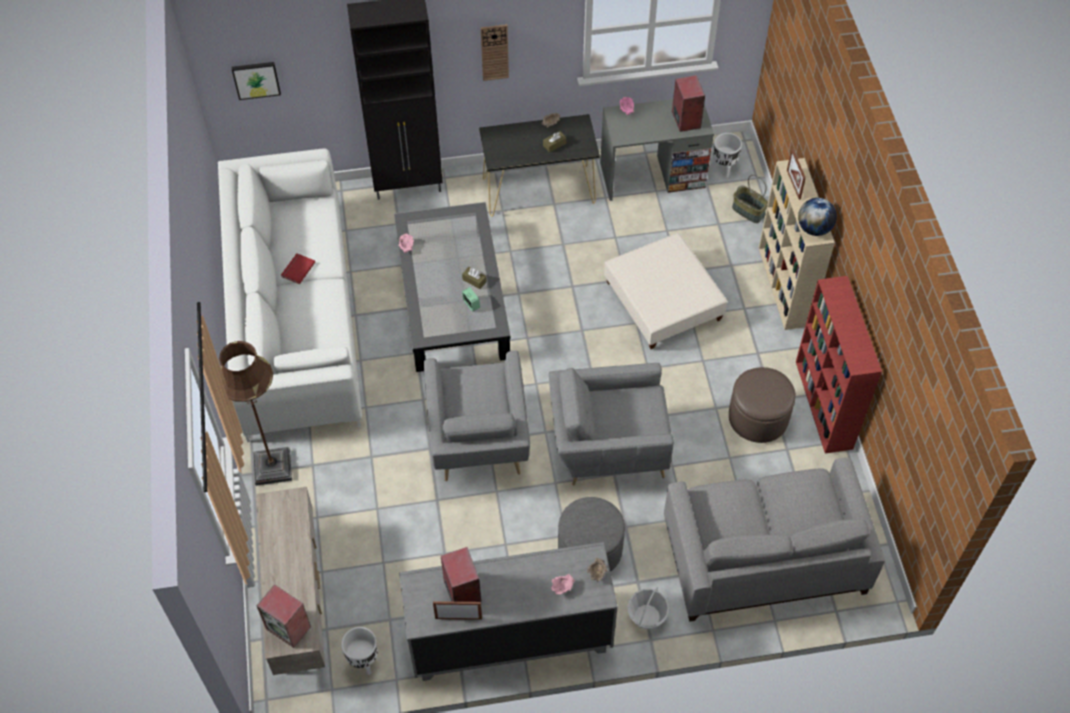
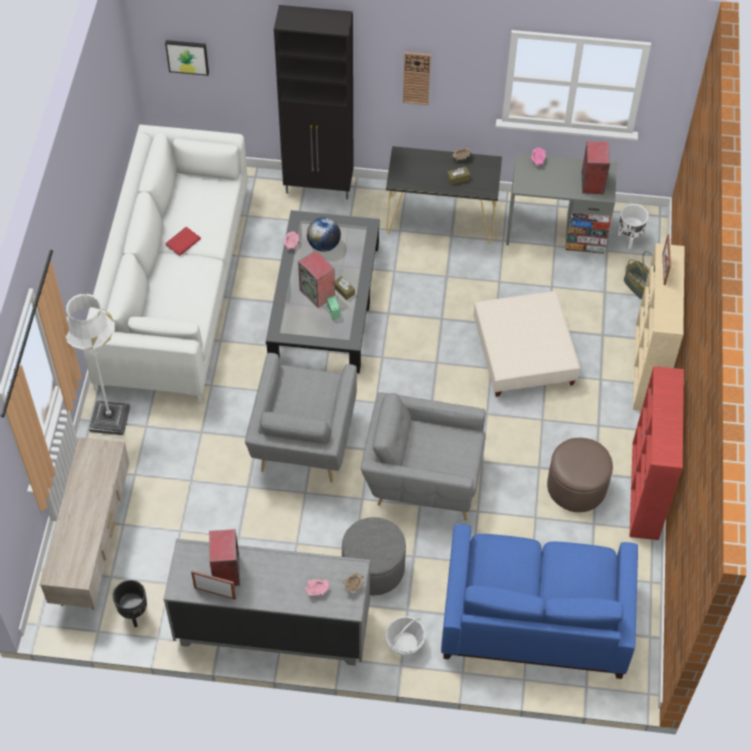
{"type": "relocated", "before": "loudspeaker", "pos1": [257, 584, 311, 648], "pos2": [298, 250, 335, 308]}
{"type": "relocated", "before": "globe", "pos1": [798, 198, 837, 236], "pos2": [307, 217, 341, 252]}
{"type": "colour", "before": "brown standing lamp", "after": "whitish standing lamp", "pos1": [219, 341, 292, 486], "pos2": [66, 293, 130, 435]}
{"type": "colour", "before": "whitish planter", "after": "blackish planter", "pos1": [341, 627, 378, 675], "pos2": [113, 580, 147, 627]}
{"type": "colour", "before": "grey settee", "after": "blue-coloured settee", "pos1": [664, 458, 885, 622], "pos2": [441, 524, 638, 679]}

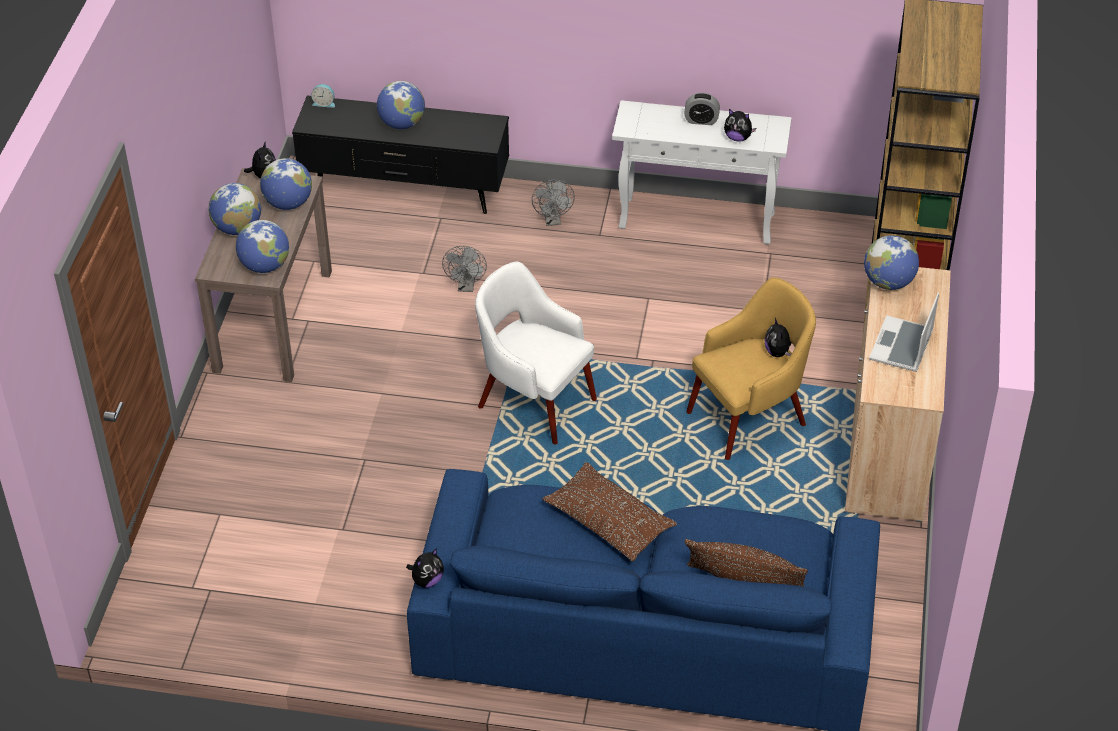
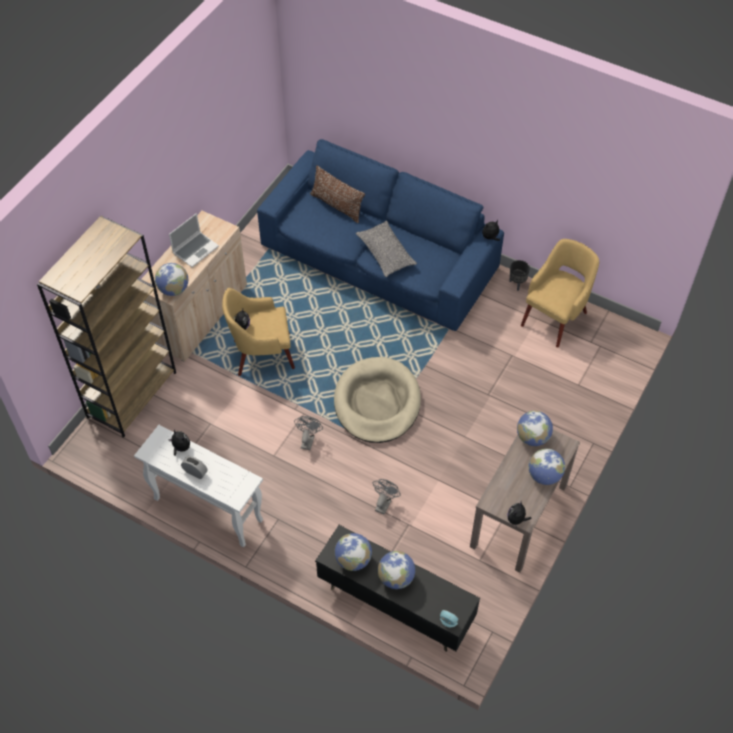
{"type": "appeared", "after": "blackish planter", "pos2": [509, 260, 530, 291]}
{"type": "appeared", "after": "yellow-coloured easy chair", "pos2": [521, 239, 599, 348]}
{"type": "relocated", "before": "globe", "pos1": [260, 158, 312, 210], "pos2": [335, 533, 372, 571]}
{"type": "relocated", "before": "grey cooling fan", "pos1": [532, 180, 575, 226], "pos2": [294, 416, 323, 450]}
{"type": "exchanged", "before": "whitish easy chair", "after": "beige pet bed", "pos1": [475, 262, 597, 444], "pos2": [334, 357, 421, 443]}
{"type": "colour", "before": "brown pillow", "after": "grey pillow", "pos1": [542, 462, 677, 561], "pos2": [356, 221, 417, 277]}

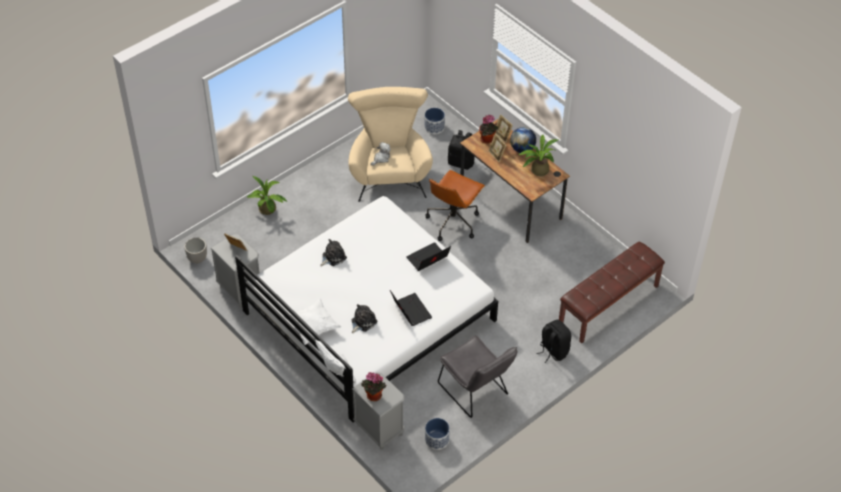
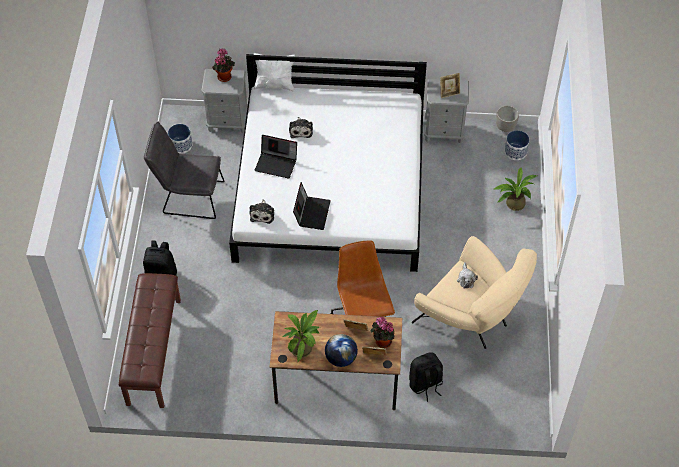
{"type": "missing", "before": "whitish pillow", "pos1": [283, 298, 342, 345]}
{"type": "relocated", "before": "plush toy", "pos1": [320, 239, 347, 267], "pos2": [249, 199, 274, 224]}
{"type": "relocated", "before": "planter", "pos1": [424, 108, 445, 134], "pos2": [505, 130, 529, 160]}

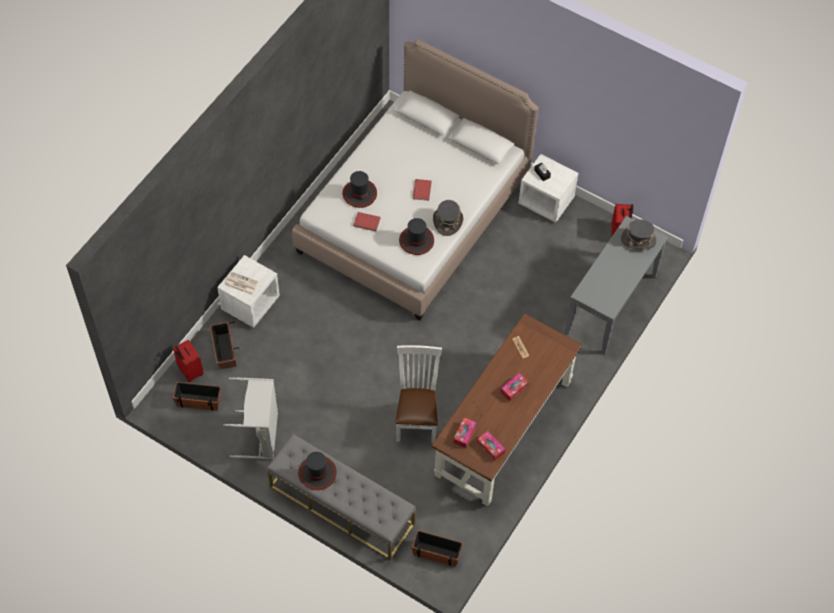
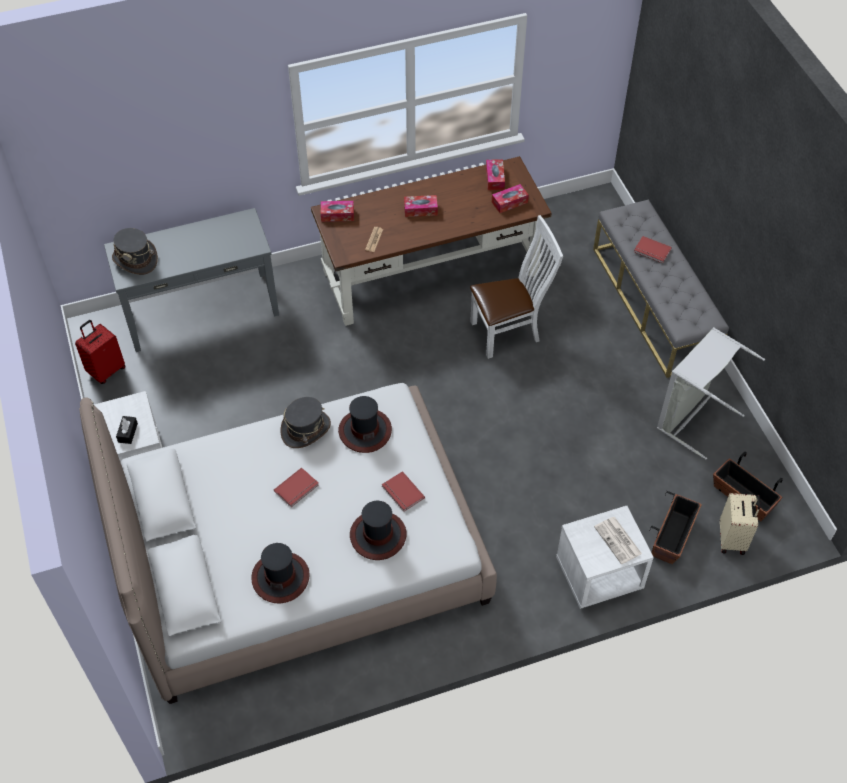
{"type": "missing", "before": "planter", "pos1": [411, 530, 463, 567]}
{"type": "appeared", "after": "tissue holder", "pos2": [321, 201, 354, 222]}
{"type": "appeared", "after": "red bound book", "pos2": [634, 236, 672, 263]}
{"type": "relocated", "before": "wearable hat", "pos1": [298, 452, 336, 490], "pos2": [251, 543, 310, 603]}
{"type": "colour", "before": "red travel case", "after": "beige travel case", "pos1": [173, 340, 204, 382], "pos2": [720, 493, 761, 555]}
{"type": "spun", "before": "whitish plain chair", "pos1": [395, 345, 442, 443], "pos2": [470, 215, 563, 359], "turn": -150}

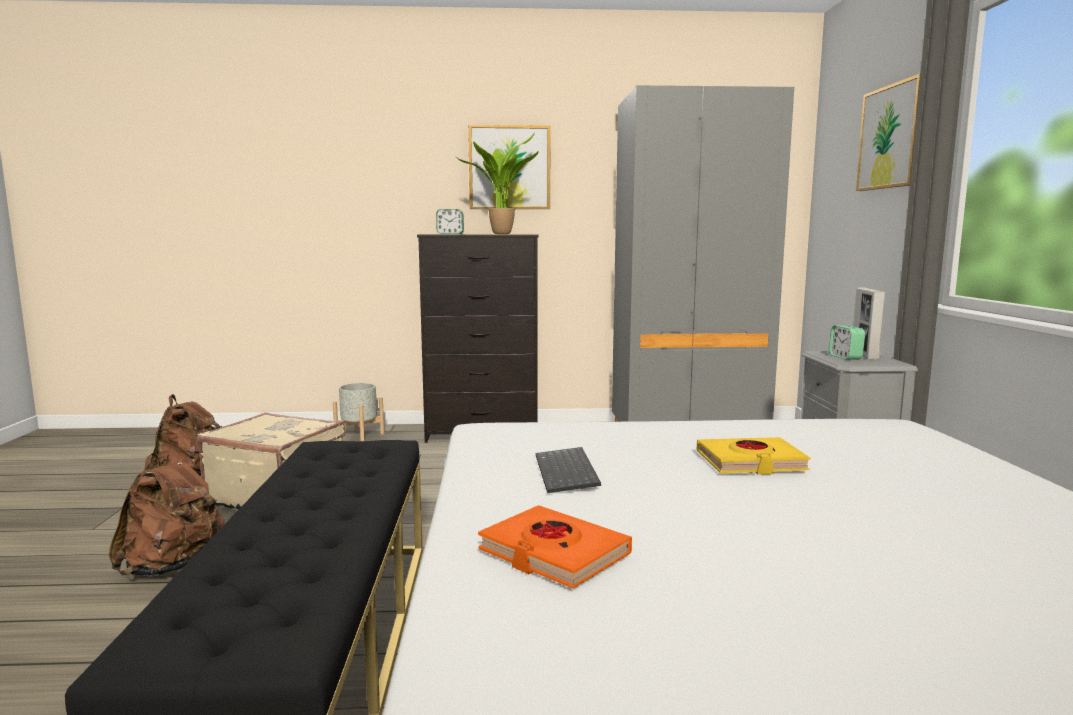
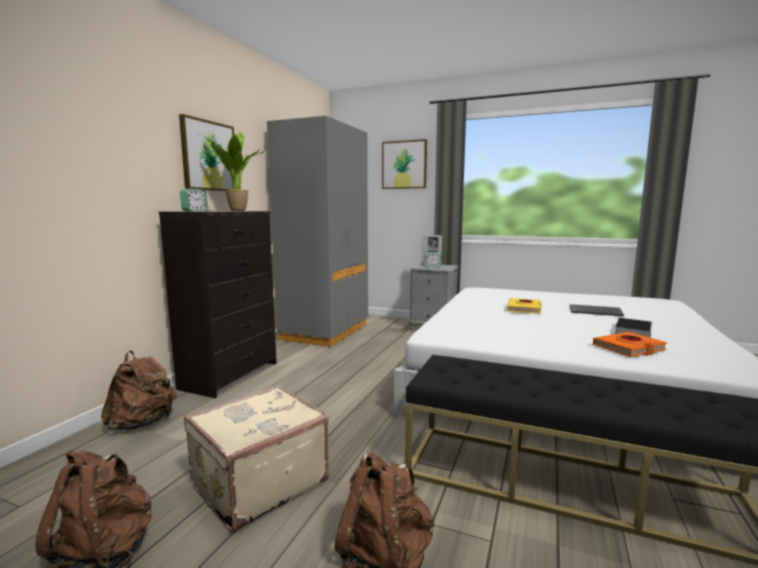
{"type": "appeared", "after": "bound book", "pos2": [615, 318, 652, 338]}
{"type": "relocated", "before": "keyboard", "pos1": [536, 447, 601, 493], "pos2": [570, 304, 624, 316]}
{"type": "exchanged", "before": "grey planter", "after": "brown knapsack", "pos1": [333, 383, 384, 441], "pos2": [101, 351, 177, 430]}

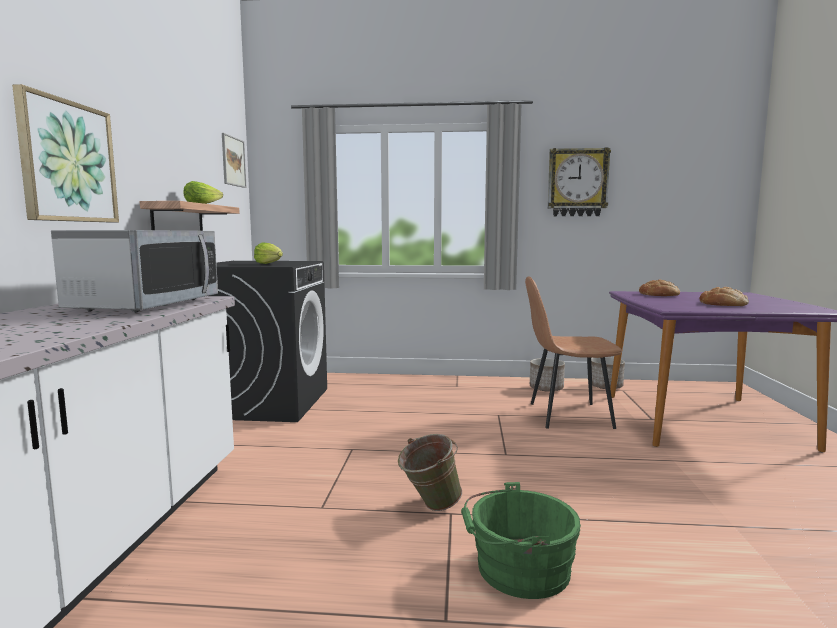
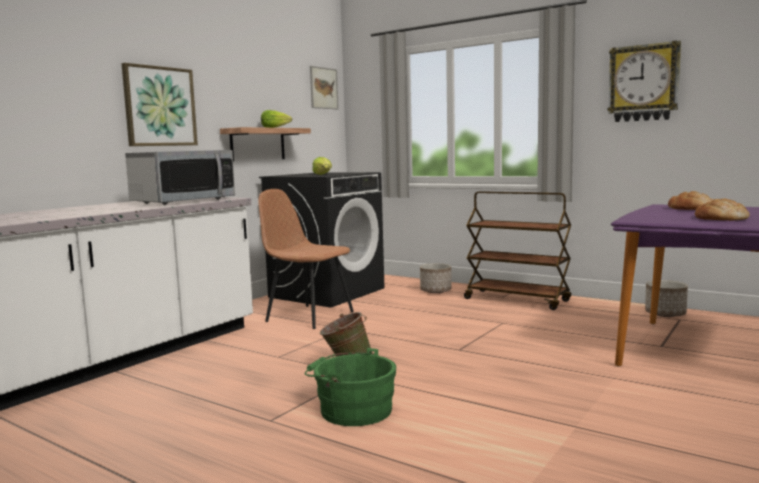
{"type": "appeared", "after": "brown trolley", "pos2": [464, 191, 571, 310]}
{"type": "relocated", "before": "brown plain chair", "pos1": [525, 276, 622, 429], "pos2": [258, 189, 354, 329]}
{"type": "relocated", "before": "planter", "pos1": [530, 358, 565, 392], "pos2": [420, 263, 452, 293]}

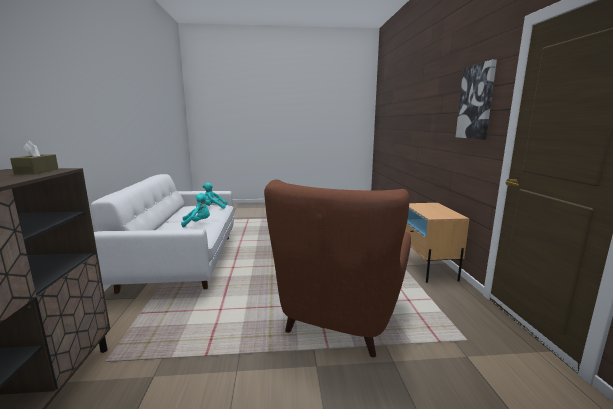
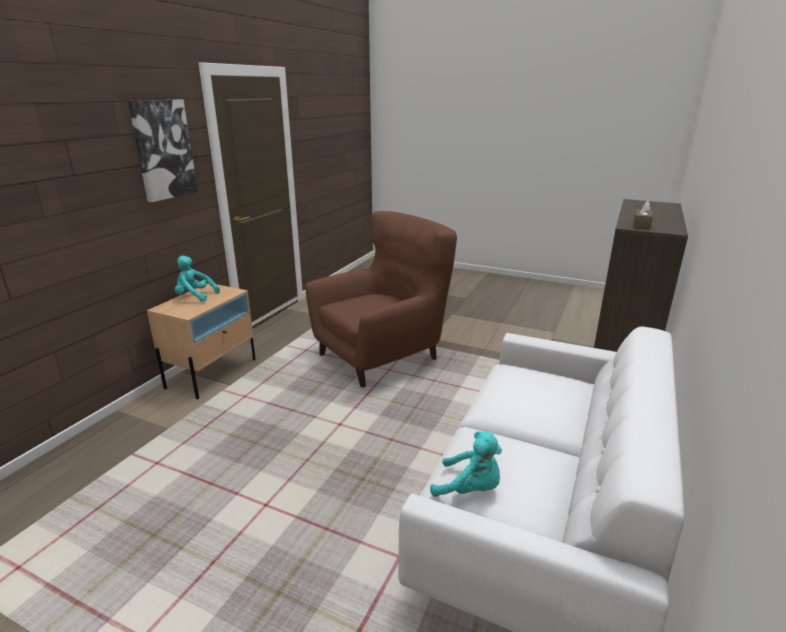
{"type": "relocated", "before": "turquoise plush toy", "pos1": [181, 193, 210, 227], "pos2": [175, 256, 220, 302]}

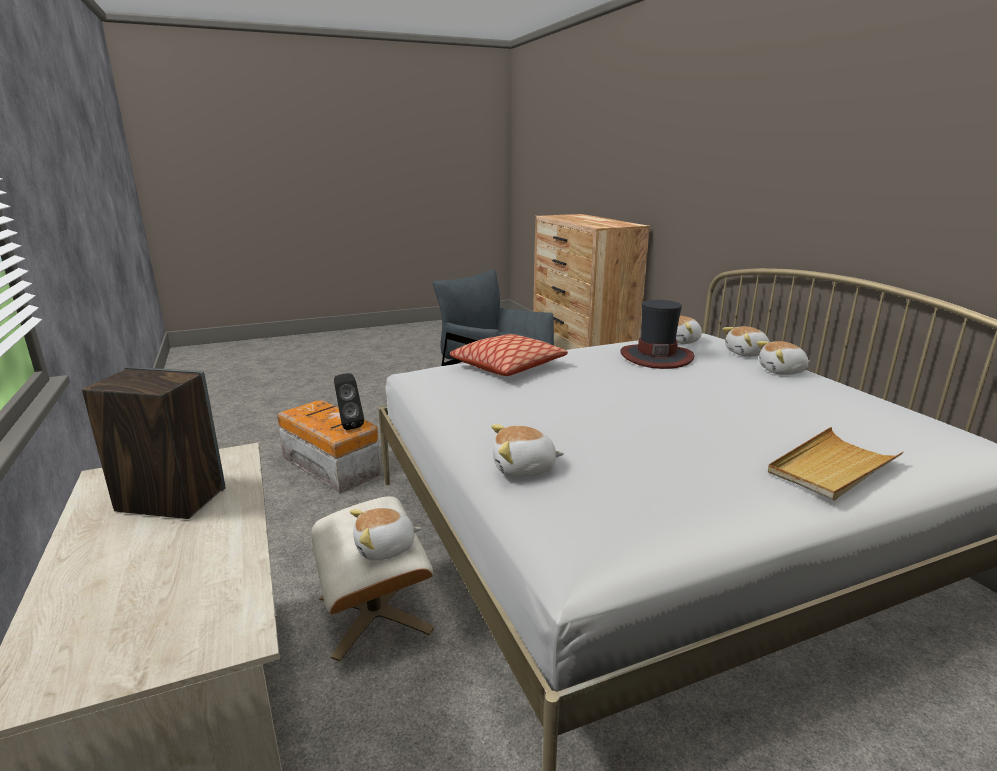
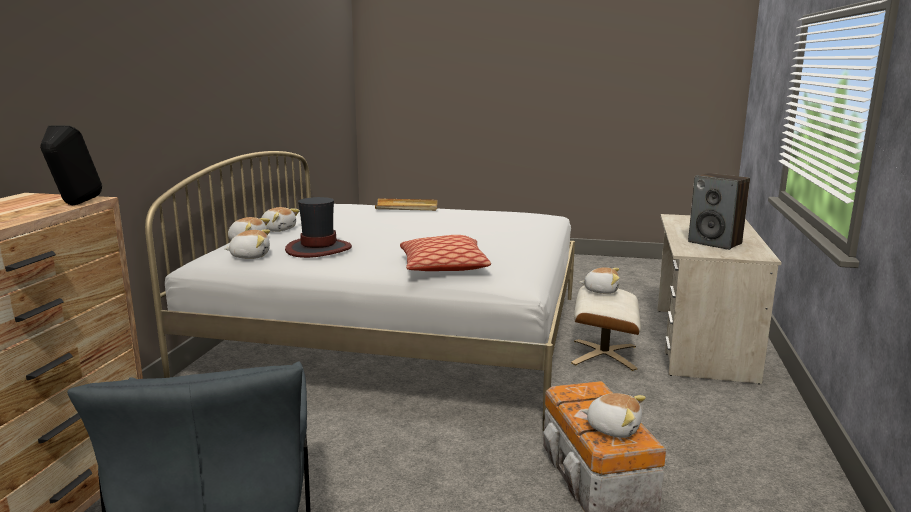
{"type": "relocated", "before": "blackish loudspeaker", "pos1": [334, 373, 364, 430], "pos2": [40, 125, 102, 206]}
{"type": "relocated", "before": "plush toy", "pos1": [491, 424, 564, 478], "pos2": [581, 393, 646, 438]}

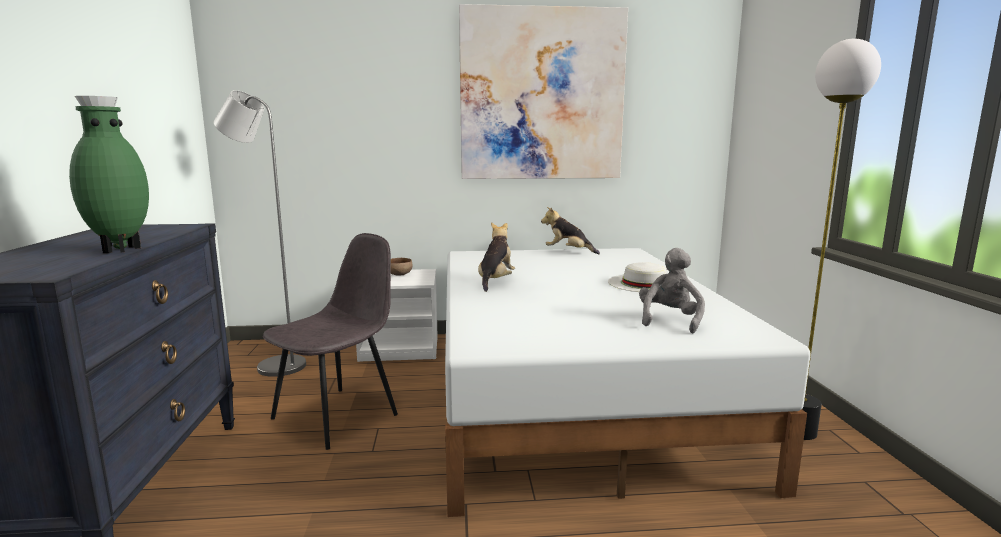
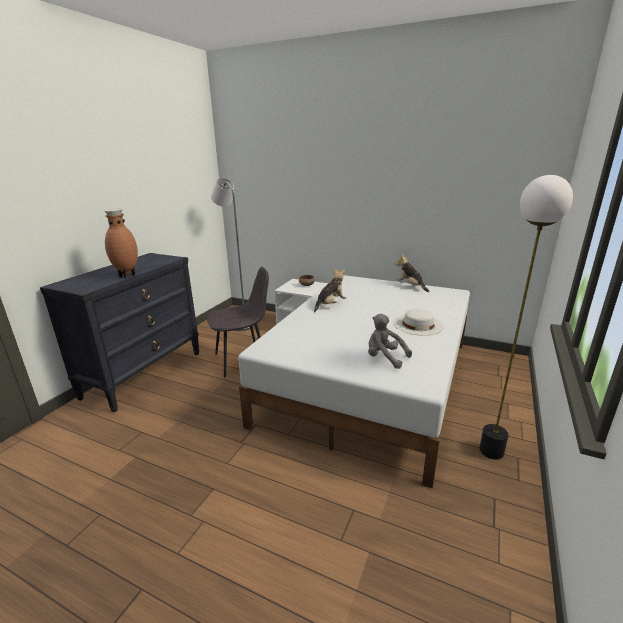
{"type": "missing", "before": "wall picture", "pos1": [459, 4, 628, 179]}
{"type": "colour", "before": "green-coloured flower vase", "after": "brown flower vase", "pos1": [69, 96, 149, 253], "pos2": [105, 209, 138, 278]}
{"type": "spun", "before": "grey plush toy", "pos1": [639, 248, 705, 333], "pos2": [368, 314, 412, 369], "turn": -105}

